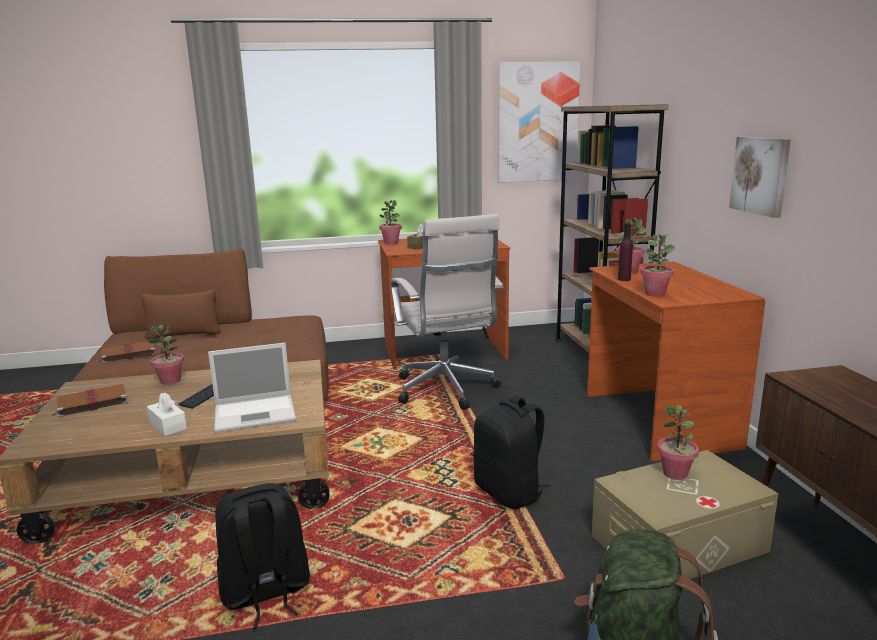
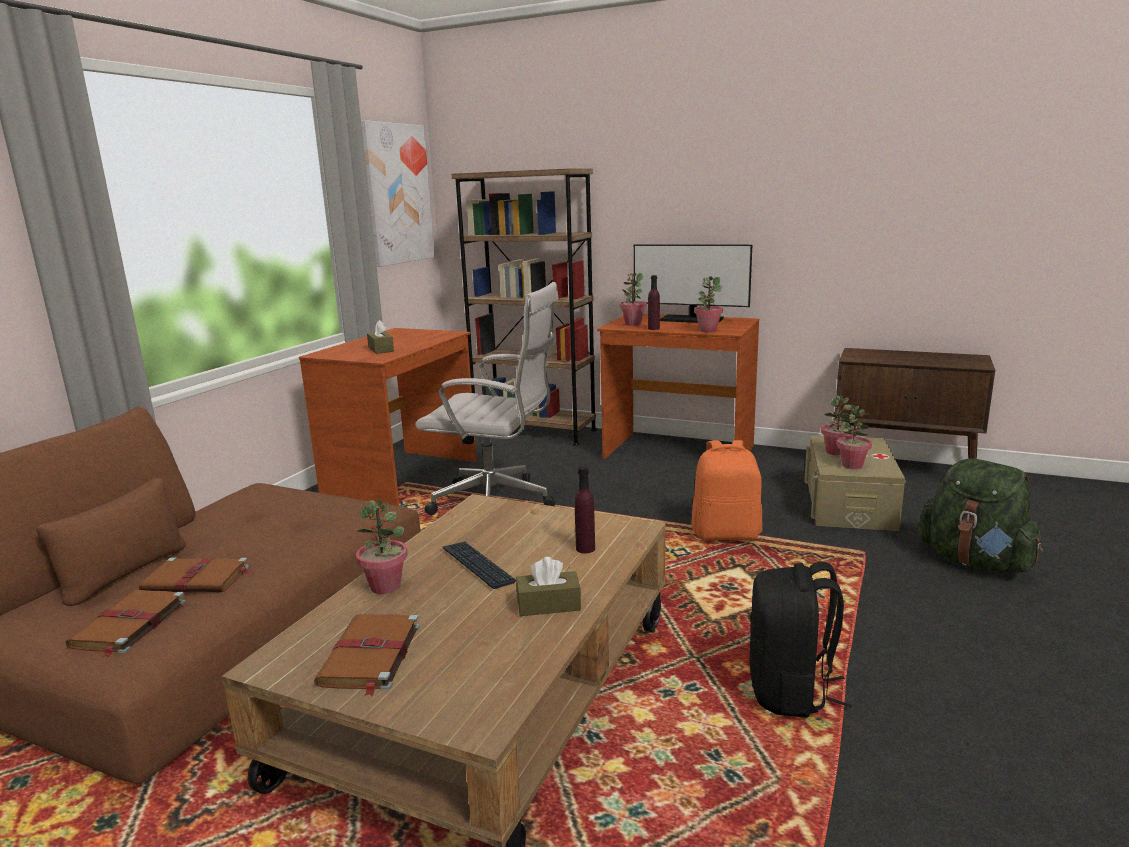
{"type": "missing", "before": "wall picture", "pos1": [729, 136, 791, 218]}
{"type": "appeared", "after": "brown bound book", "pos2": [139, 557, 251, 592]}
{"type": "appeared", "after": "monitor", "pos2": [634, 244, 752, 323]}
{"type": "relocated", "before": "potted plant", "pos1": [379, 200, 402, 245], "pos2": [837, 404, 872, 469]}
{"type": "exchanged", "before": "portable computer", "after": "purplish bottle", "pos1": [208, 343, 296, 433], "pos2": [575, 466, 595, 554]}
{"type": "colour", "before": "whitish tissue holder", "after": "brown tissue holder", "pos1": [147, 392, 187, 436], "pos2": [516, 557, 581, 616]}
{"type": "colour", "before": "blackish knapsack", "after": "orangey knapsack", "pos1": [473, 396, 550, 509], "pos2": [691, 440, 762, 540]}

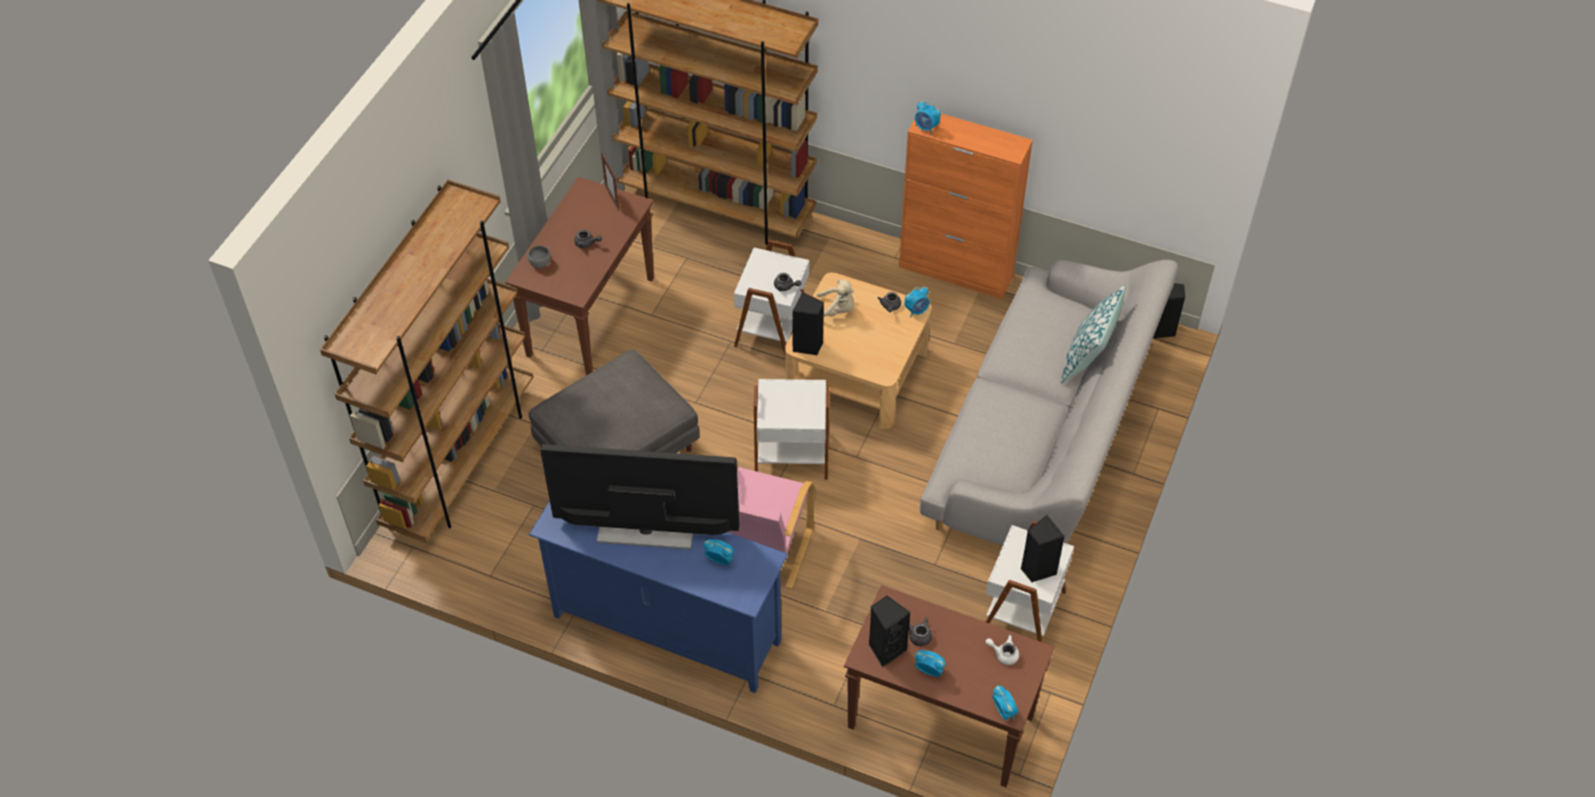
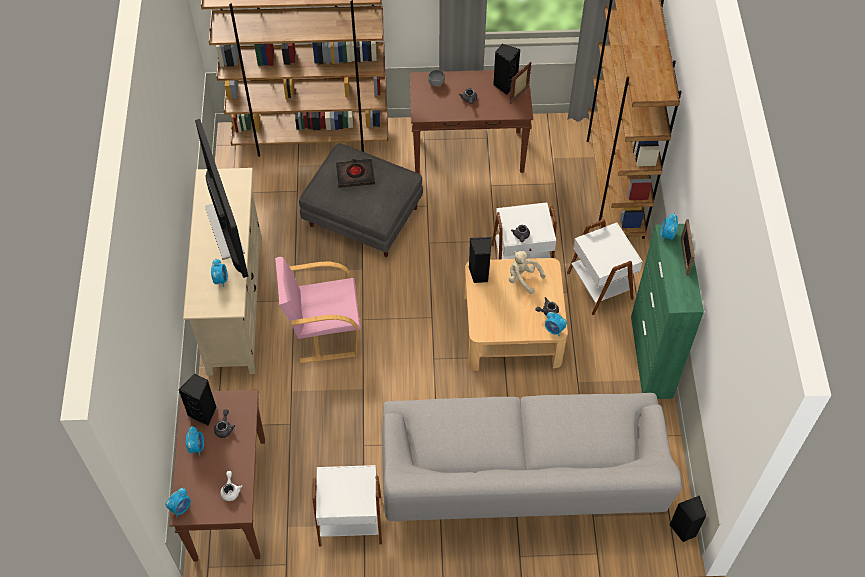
{"type": "missing", "before": "pillow", "pos1": [1061, 285, 1126, 384]}
{"type": "appeared", "after": "blackish bound book", "pos2": [336, 159, 375, 188]}
{"type": "appeared", "after": "picture frame", "pos2": [681, 219, 695, 275]}
{"type": "relocated", "before": "whitish end table", "pos1": [754, 379, 829, 480], "pos2": [567, 219, 643, 315]}
{"type": "relocated", "before": "blackish loudspeaker", "pos1": [1021, 515, 1065, 582], "pos2": [493, 44, 520, 95]}
{"type": "colour", "before": "blue-coloured tv unit", "after": "beige tv unit", "pos1": [529, 501, 788, 693], "pos2": [183, 168, 262, 376]}
{"type": "colour", "before": "orangey cupboard", "after": "green-coloured cupboard", "pos1": [899, 114, 1033, 299], "pos2": [631, 224, 704, 399]}
{"type": "spun", "before": "beige plush toy", "pos1": [817, 280, 854, 317], "pos2": [509, 251, 546, 294], "turn": 135}

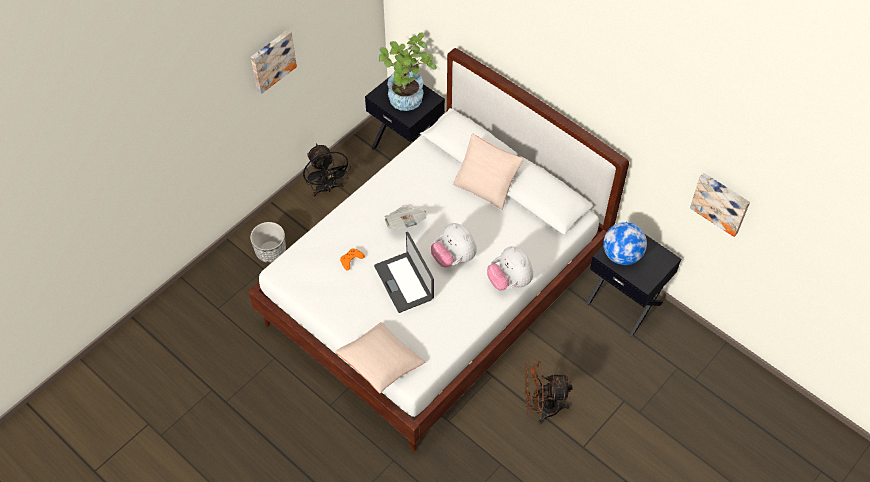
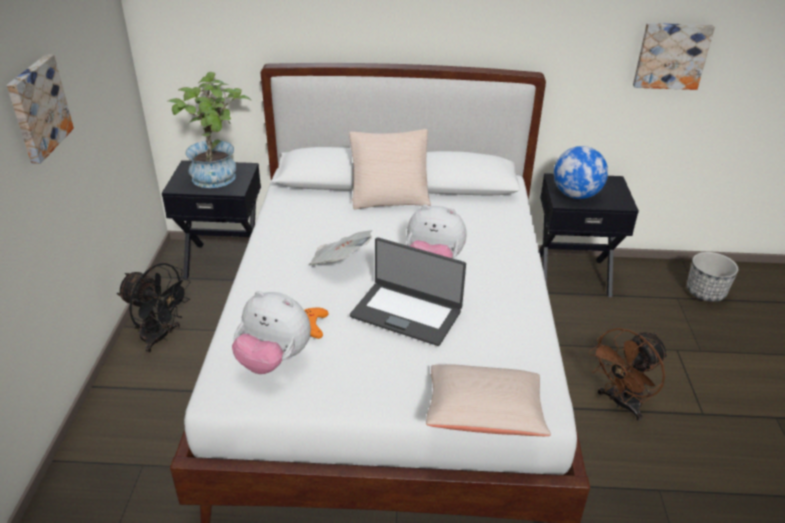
{"type": "relocated", "before": "planter", "pos1": [250, 222, 286, 263], "pos2": [687, 252, 738, 302]}
{"type": "relocated", "before": "plush toy", "pos1": [487, 246, 533, 290], "pos2": [232, 291, 311, 374]}

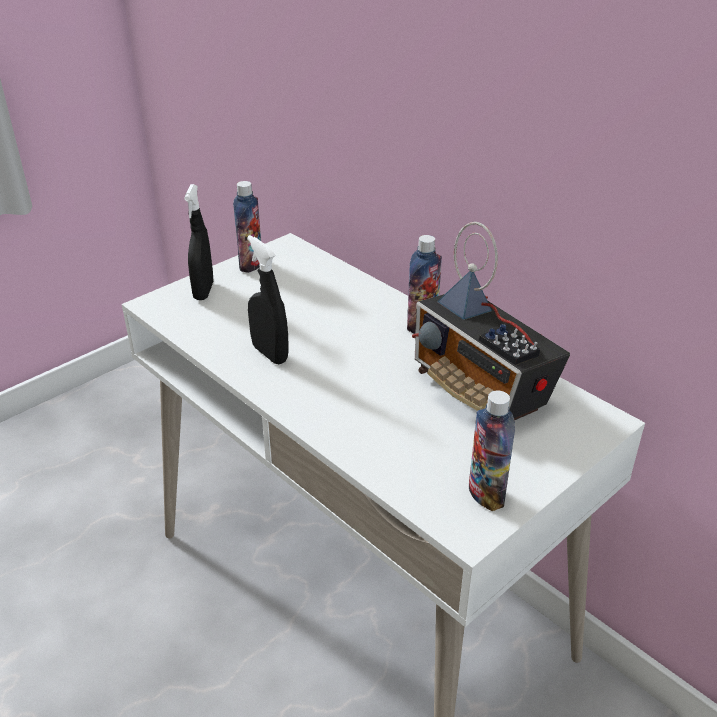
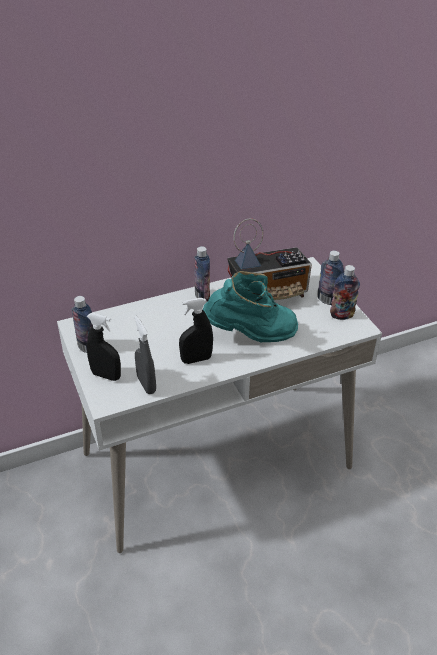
{"type": "appeared", "after": "grey sprayer", "pos2": [134, 316, 156, 394]}
{"type": "appeared", "after": "turquoise tall boot", "pos2": [203, 271, 298, 342]}
{"type": "appeared", "after": "bottle", "pos2": [317, 251, 344, 305]}

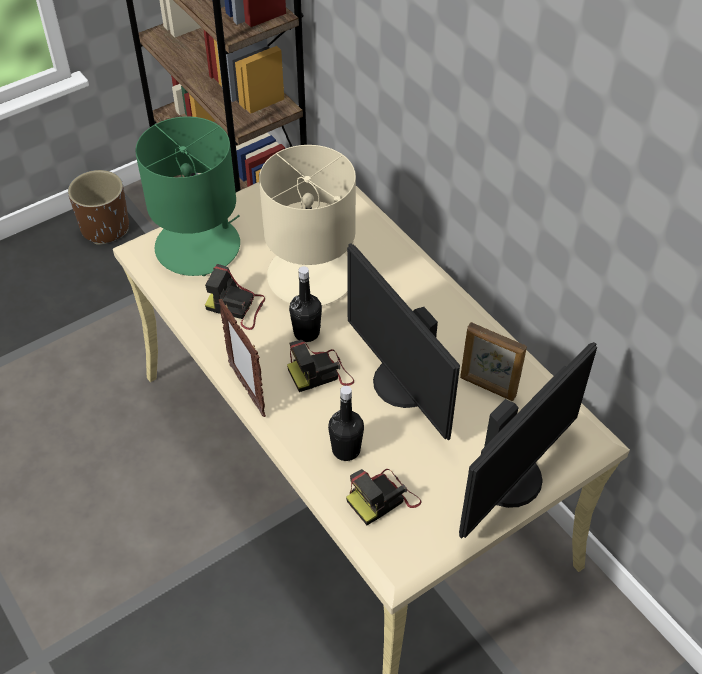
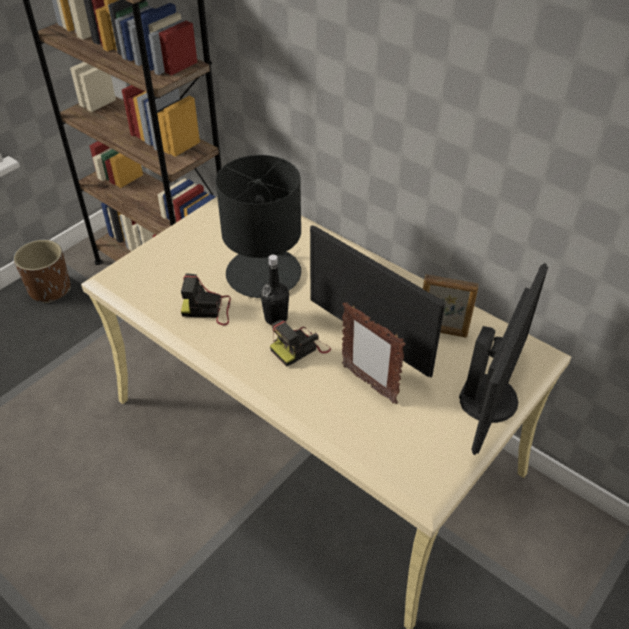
{"type": "missing", "before": "green-coloured tabletop lamp", "pos1": [135, 116, 240, 276]}
{"type": "missing", "before": "blackish bottle", "pos1": [328, 386, 364, 461]}
{"type": "missing", "before": "photo camera", "pos1": [346, 469, 421, 525]}
{"type": "relocated", "before": "picture frame", "pos1": [219, 299, 266, 417], "pos2": [342, 302, 406, 404]}
{"type": "colour", "before": "beige tabletop lamp", "after": "blackish tabletop lamp", "pos1": [259, 145, 356, 306], "pos2": [216, 155, 301, 298]}

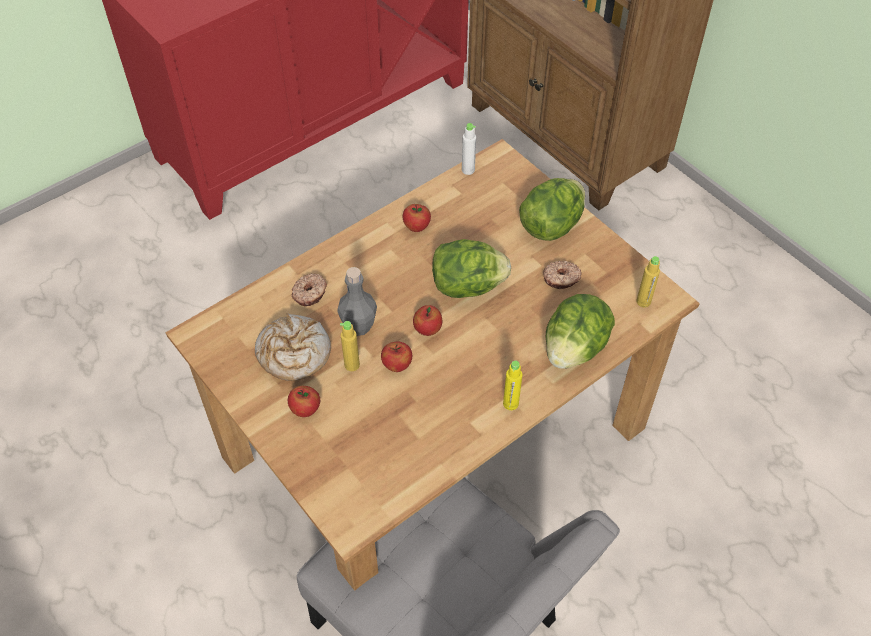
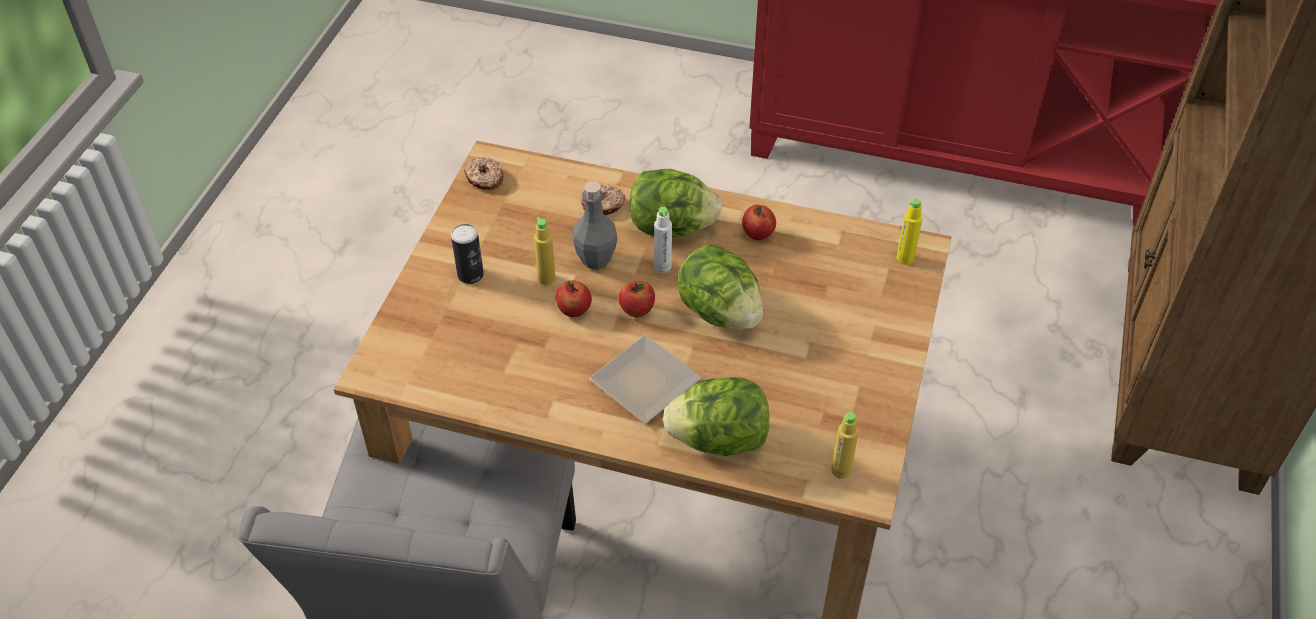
{"type": "missing", "before": "bread", "pos1": [255, 313, 331, 381]}
{"type": "appeared", "after": "dinner plate", "pos2": [589, 335, 702, 423]}
{"type": "relocated", "before": "whitish bottle", "pos1": [462, 123, 476, 175], "pos2": [654, 207, 672, 273]}
{"type": "relocated", "before": "yellow-coloured bottle", "pos1": [503, 361, 522, 410], "pos2": [897, 199, 923, 265]}
{"type": "relocated", "before": "lettuce", "pos1": [519, 178, 585, 241], "pos2": [630, 169, 722, 237]}
{"type": "relocated", "before": "ring doughnut", "pos1": [543, 261, 582, 289], "pos2": [464, 157, 504, 190]}
{"type": "exchanged", "before": "apple fruit", "after": "can", "pos1": [288, 386, 320, 417], "pos2": [451, 224, 484, 284]}

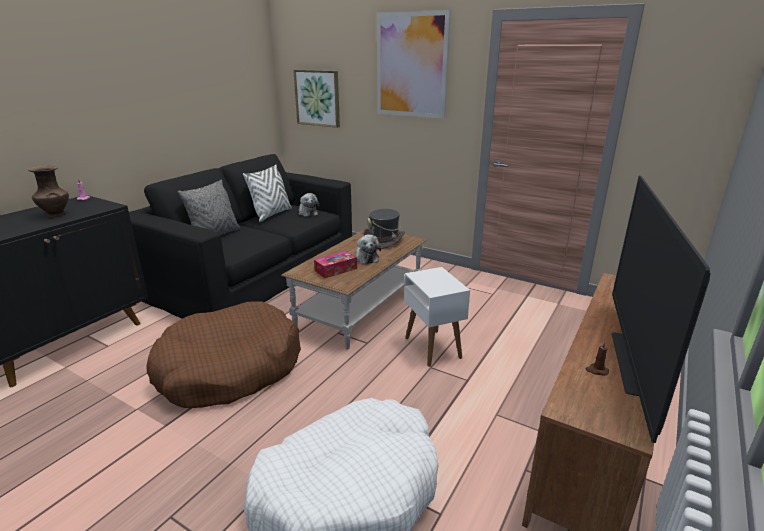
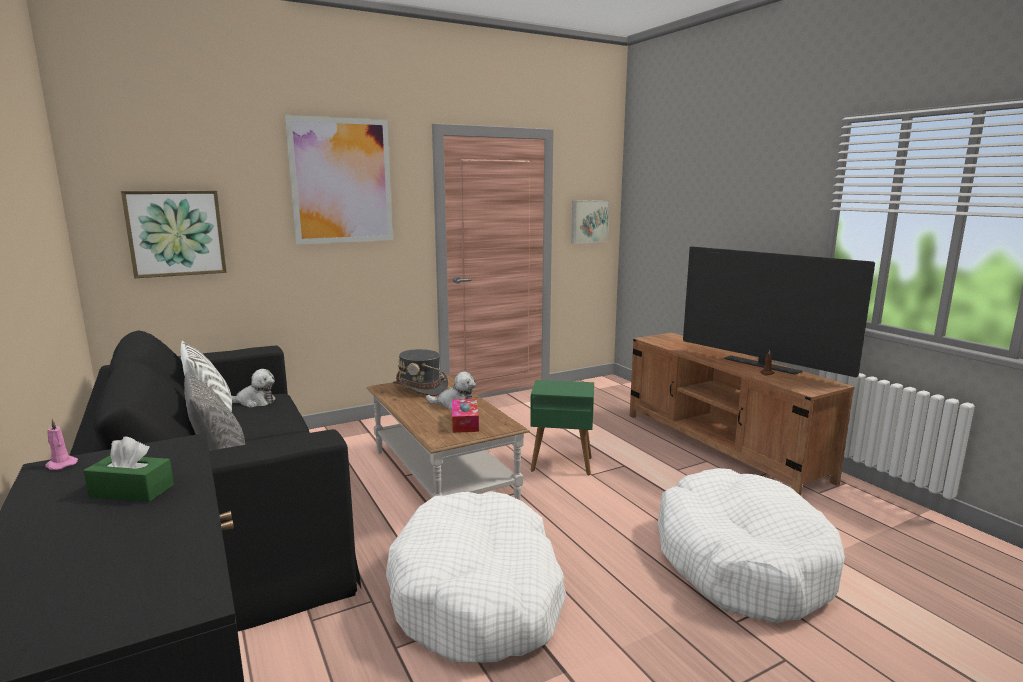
{"type": "appeared", "after": "wall picture", "pos2": [571, 200, 610, 244]}
{"type": "exchanged", "before": "brown flower vase", "after": "green-coloured tissue holder", "pos1": [28, 166, 69, 217], "pos2": [84, 437, 174, 502]}
{"type": "colour", "before": "brown pet bed", "after": "whitish pet bed", "pos1": [146, 302, 301, 408], "pos2": [386, 491, 566, 663]}
{"type": "colour", "before": "whitish end table", "after": "green-coloured end table", "pos1": [404, 267, 470, 367], "pos2": [530, 380, 594, 475]}

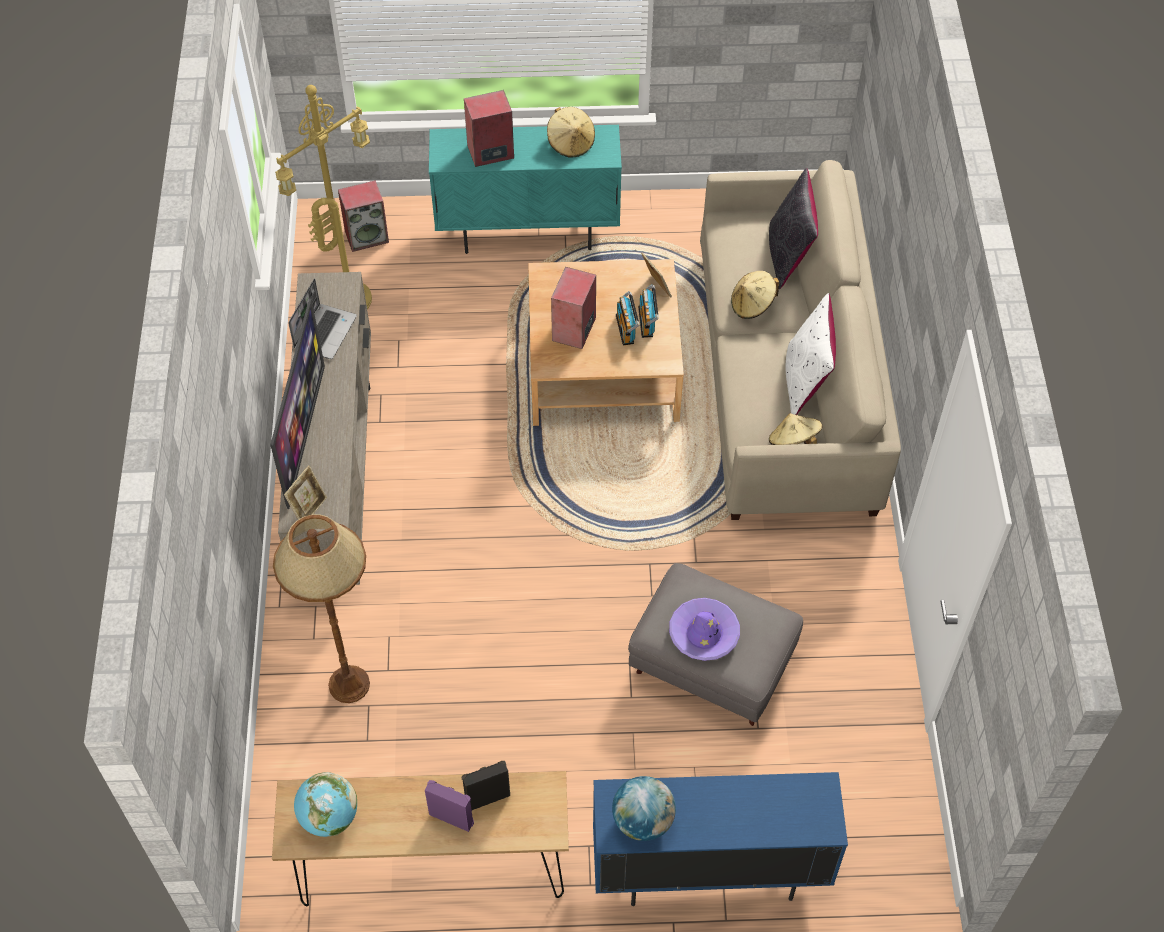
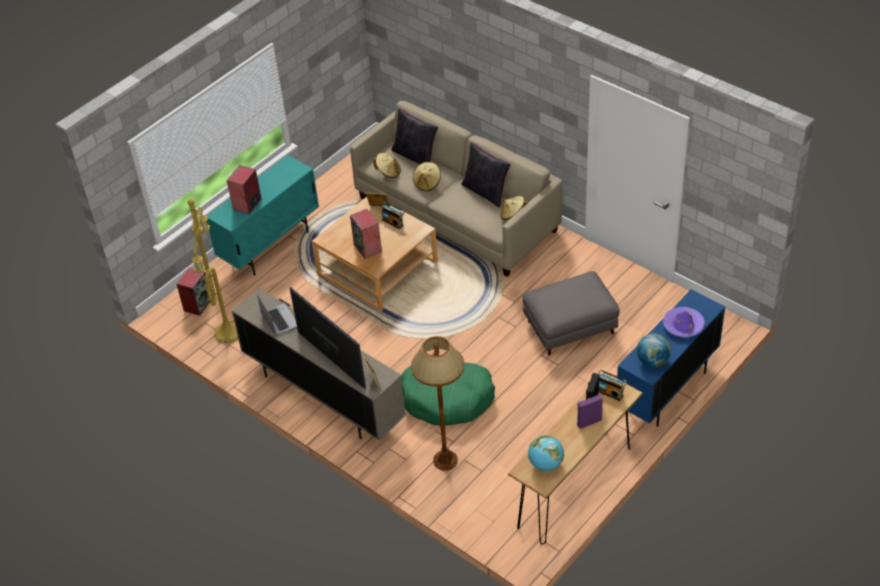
{"type": "appeared", "after": "green-coloured pet bed", "pos2": [401, 362, 495, 426]}
{"type": "relocated", "before": "beige wearable hat", "pos1": [547, 107, 595, 157], "pos2": [373, 153, 401, 178]}
{"type": "relocated", "before": "radio set", "pos1": [616, 291, 639, 345], "pos2": [598, 370, 627, 401]}
{"type": "relocated", "before": "purplish wearable hat", "pos1": [669, 598, 740, 661], "pos2": [663, 307, 705, 337]}
{"type": "colour", "before": "whitish pillow", "after": "blackish pillow", "pos1": [786, 293, 836, 415], "pos2": [461, 142, 511, 208]}

